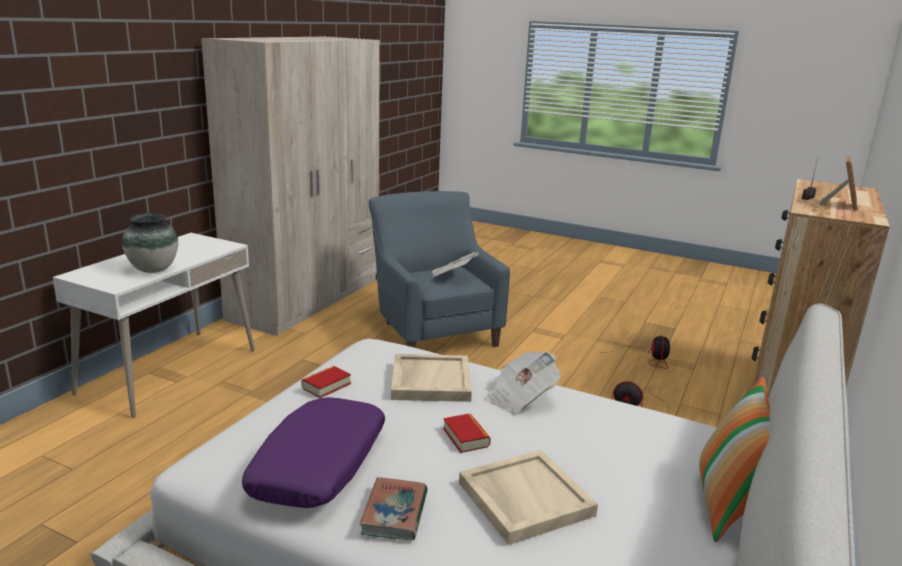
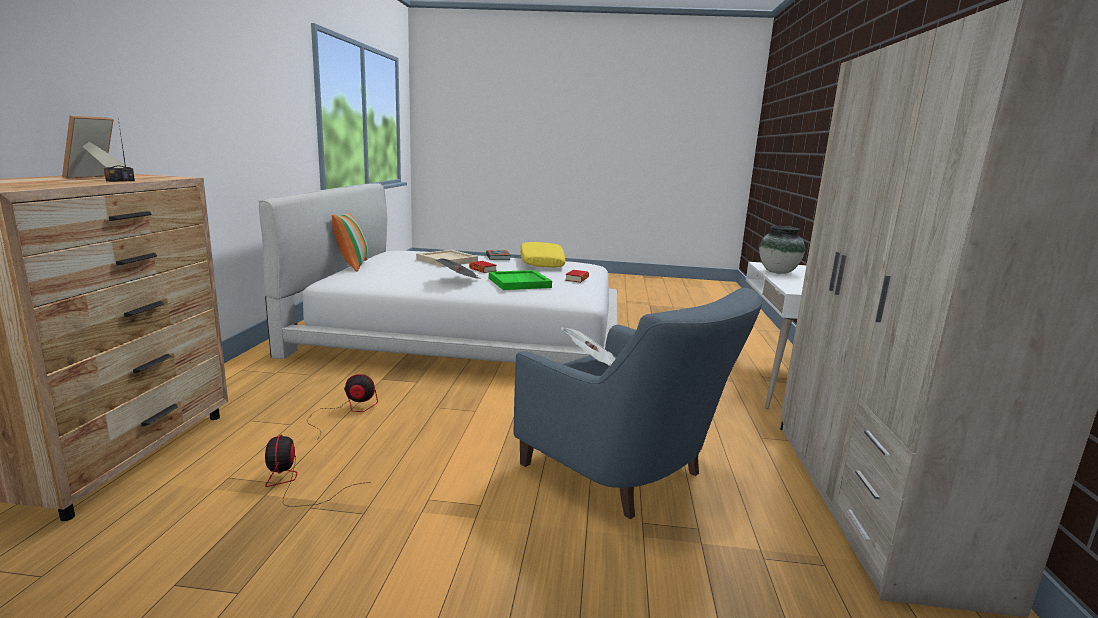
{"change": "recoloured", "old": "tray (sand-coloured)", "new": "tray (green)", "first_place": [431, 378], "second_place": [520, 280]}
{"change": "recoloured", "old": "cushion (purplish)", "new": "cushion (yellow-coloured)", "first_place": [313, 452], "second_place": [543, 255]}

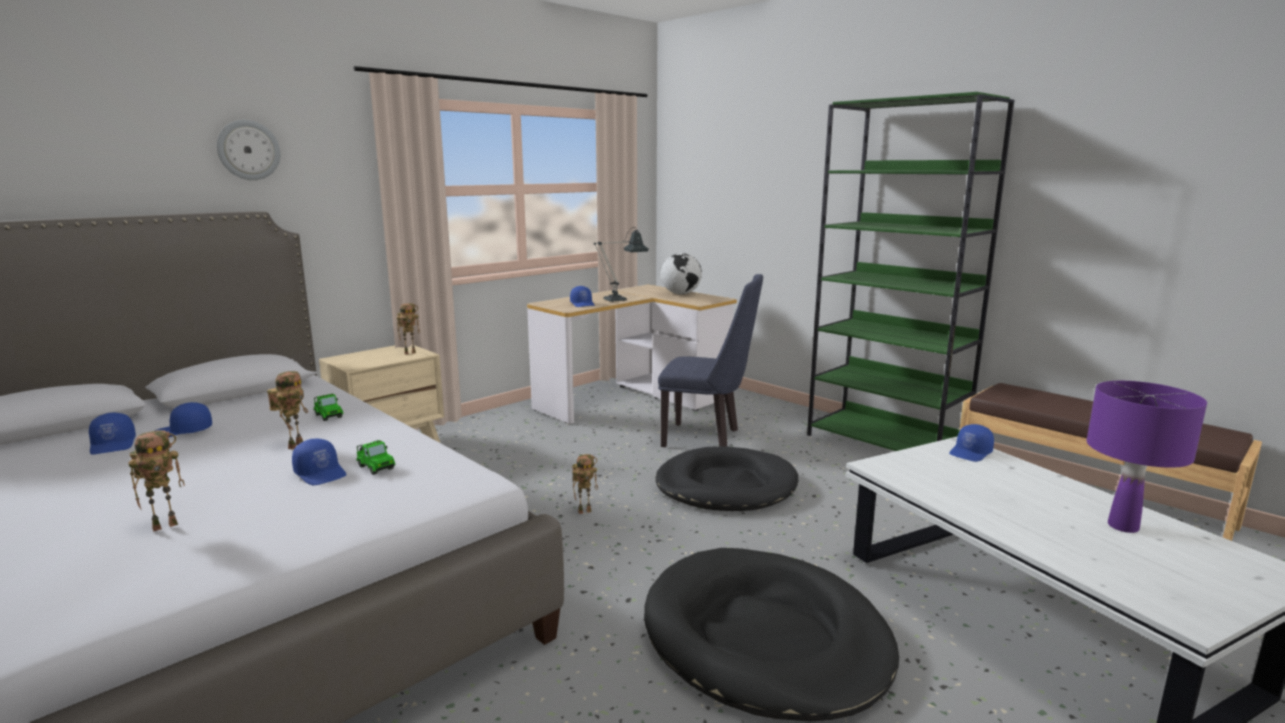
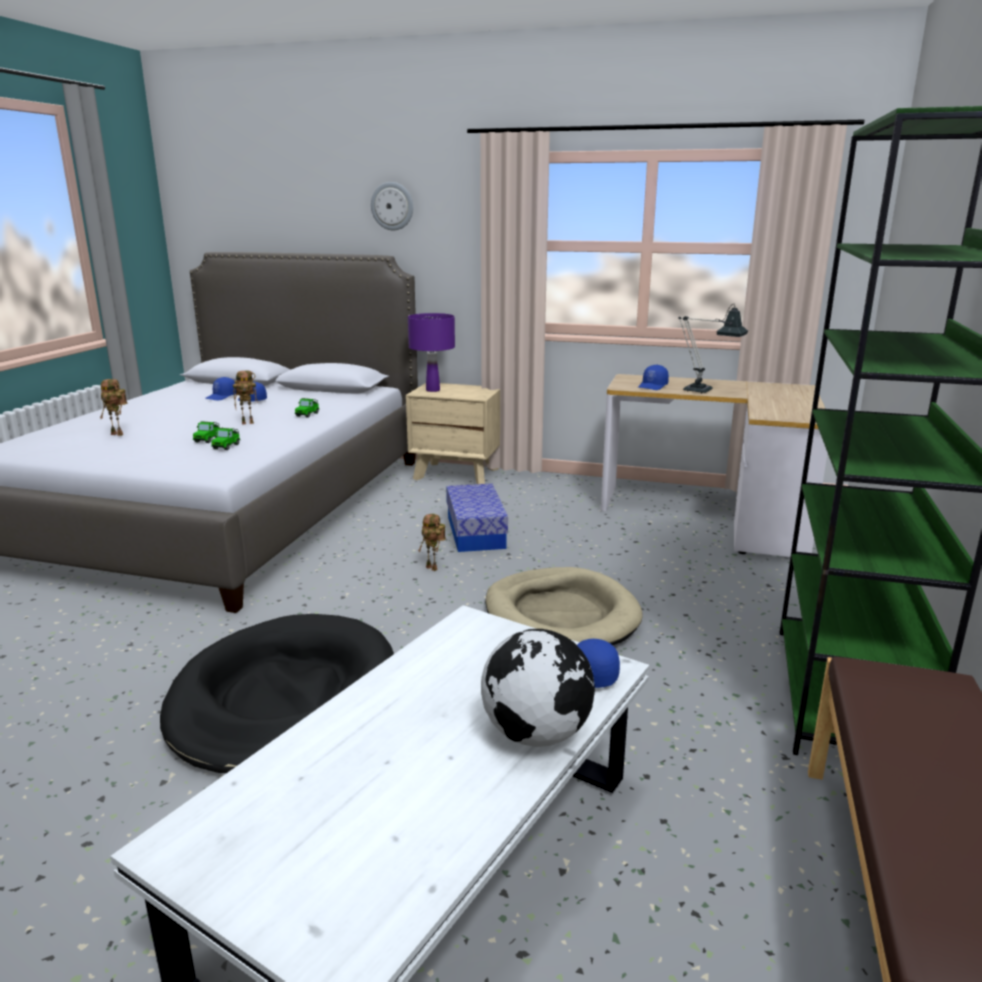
{"change": "moved", "old": "world globe", "first_place": [681, 274], "second_place": [538, 688]}
{"change": "removed", "old": "chair (blue)", "first_place": [710, 360]}
{"change": "removed", "old": "robot figure", "first_place": [408, 328]}
{"change": "moved", "old": "tabletop lamp (purplish)", "first_place": [1147, 457], "second_place": [431, 352]}
{"change": "replaced", "old": "cap (blue)", "new": "model car", "first_place": [319, 461], "second_place": [206, 432]}
{"change": "recoloured", "old": "pet bed (black)", "new": "pet bed (sand-coloured)", "first_place": [727, 478], "second_place": [563, 606]}
{"change": "added", "new": "storage box", "second_place": [477, 518]}

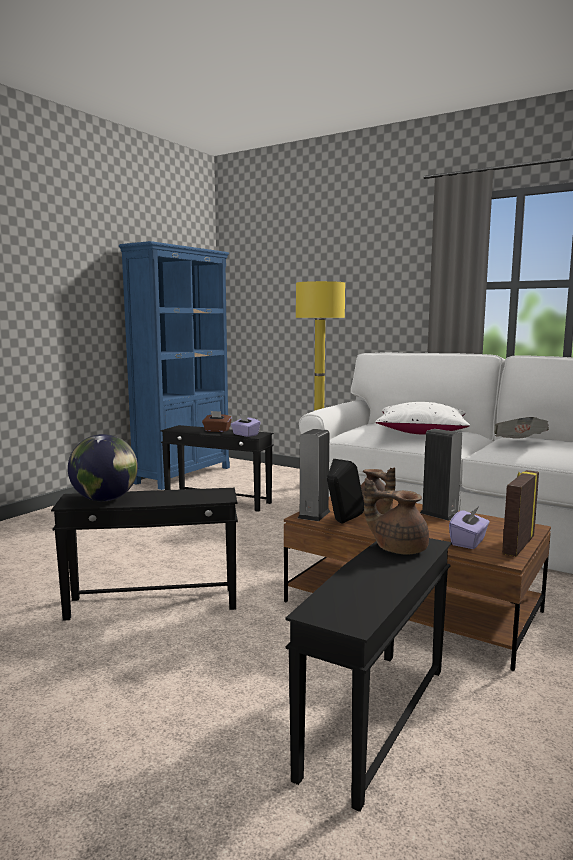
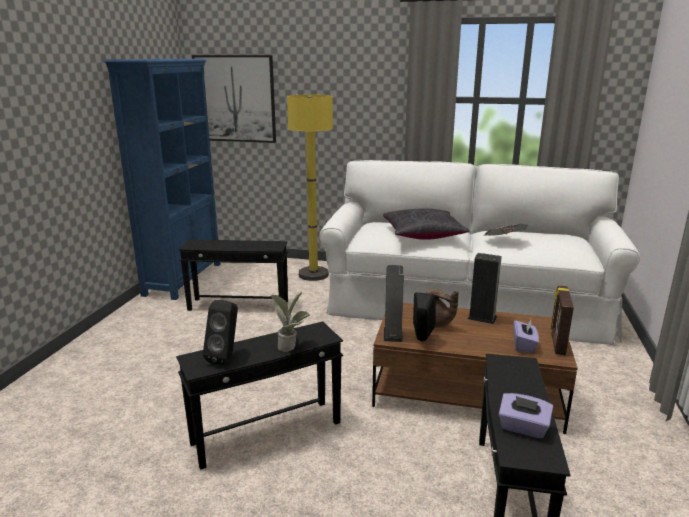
{"change": "recoloured", "old": "cushion (white-coloured)", "new": "cushion (black)", "first_place": [422, 418], "second_place": [426, 224]}
{"change": "removed", "old": "tissue box (brown-coloured)", "first_place": [217, 421]}
{"change": "moved", "old": "tissue box (purplish)", "first_place": [246, 425], "second_place": [526, 416]}
{"change": "replaced", "old": "world globe", "new": "loudspeaker (black)", "first_place": [103, 468], "second_place": [220, 332]}
{"change": "removed", "old": "teapot (brown-coloured)", "first_place": [396, 516]}
{"change": "added", "new": "picture", "second_place": [234, 99]}
{"change": "added", "new": "houseplant", "second_place": [290, 322]}

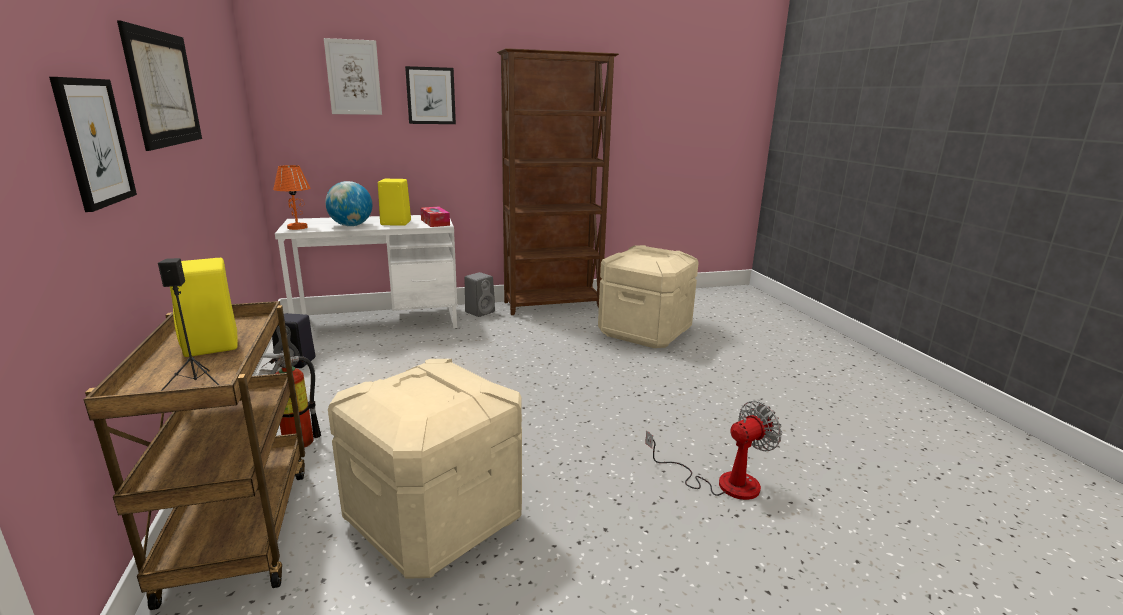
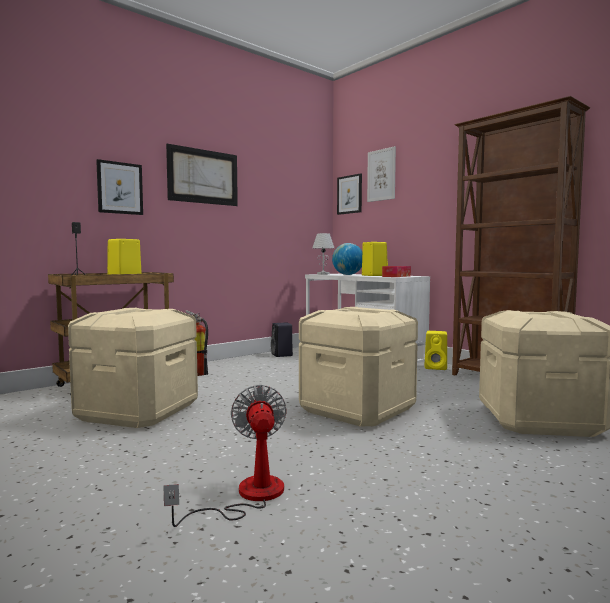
{"change": "moved", "old": "picture", "first_place": [430, 95], "second_place": [349, 194]}
{"change": "recoloured", "old": "tabletop lamp (orangey)", "new": "tabletop lamp (white-coloured)", "first_place": [291, 197], "second_place": [323, 253]}
{"change": "recoloured", "old": "loudspeaker (greyish)", "new": "loudspeaker (yellow-coloured)", "first_place": [479, 294], "second_place": [435, 350]}
{"change": "turned", "old": "fan", "first_place": [713, 450], "second_place": [225, 456], "degrees": -135}
{"change": "added", "new": "storage box (sand-coloured)", "second_place": [358, 367]}

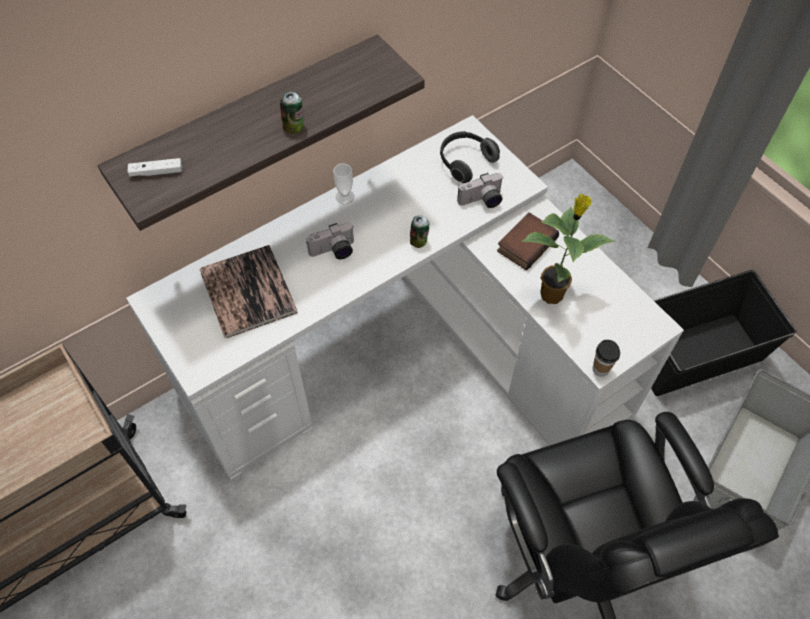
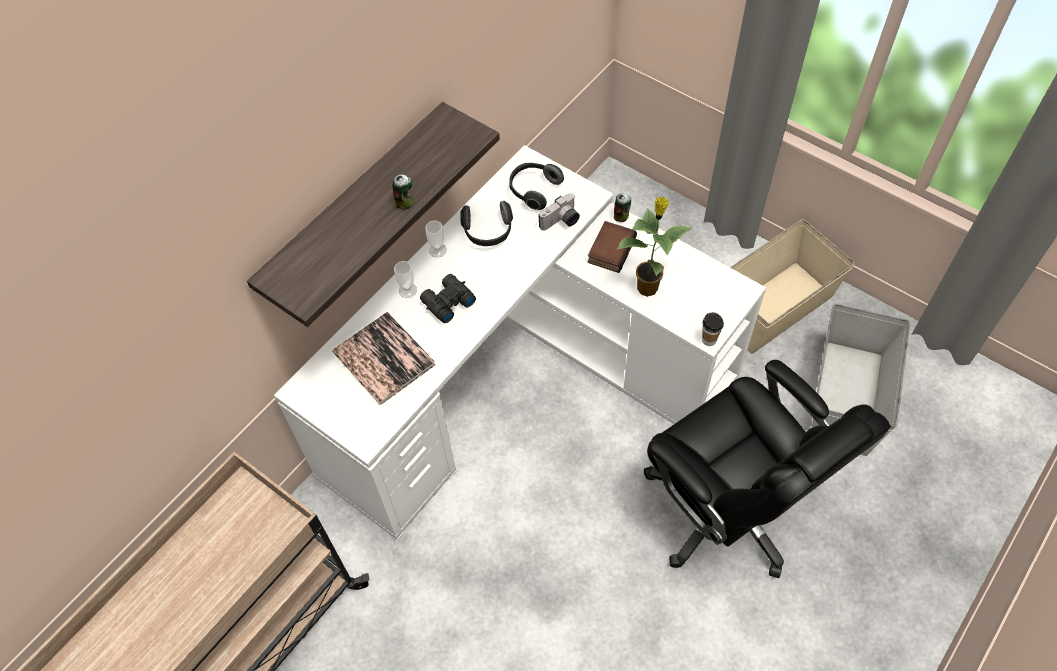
{"change": "removed", "old": "game controller (white-coloured)", "first_place": [155, 167]}
{"change": "moved", "old": "can", "first_place": [420, 231], "second_place": [622, 208]}
{"change": "replaced", "old": "still camera", "new": "binoculars (black)", "first_place": [330, 241], "second_place": [448, 298]}
{"change": "recoloured", "old": "storage box (black)", "new": "storage box (sand-coloured)", "first_place": [724, 333], "second_place": [792, 286]}
{"change": "added", "new": "pair of headphones", "second_place": [486, 223]}
{"change": "added", "new": "cup", "second_place": [405, 279]}

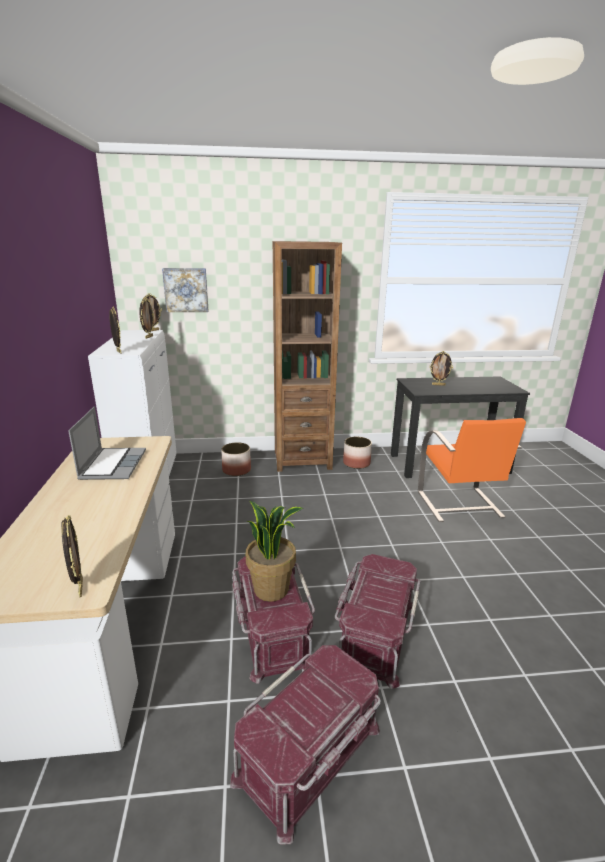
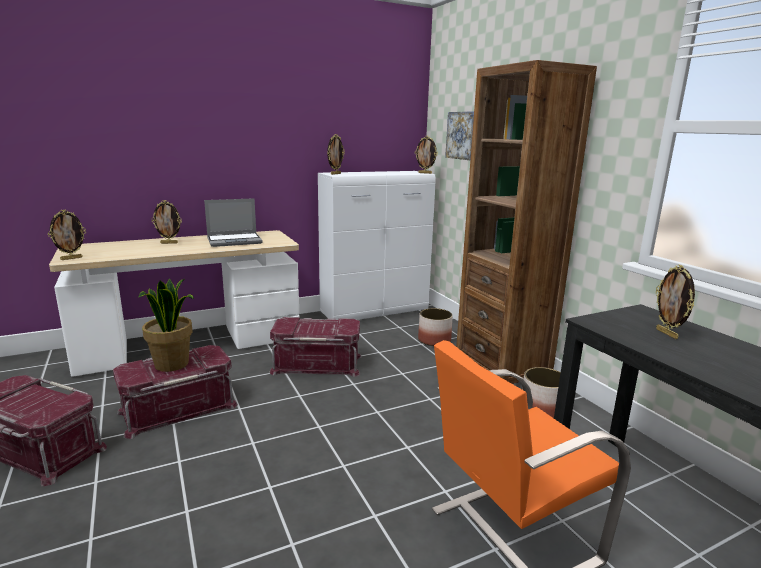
{"change": "moved", "old": "photo frame", "first_place": [146, 318], "second_place": [166, 222]}
{"change": "moved", "old": "storage box (red-coloured)", "first_place": [377, 621], "second_place": [315, 347]}

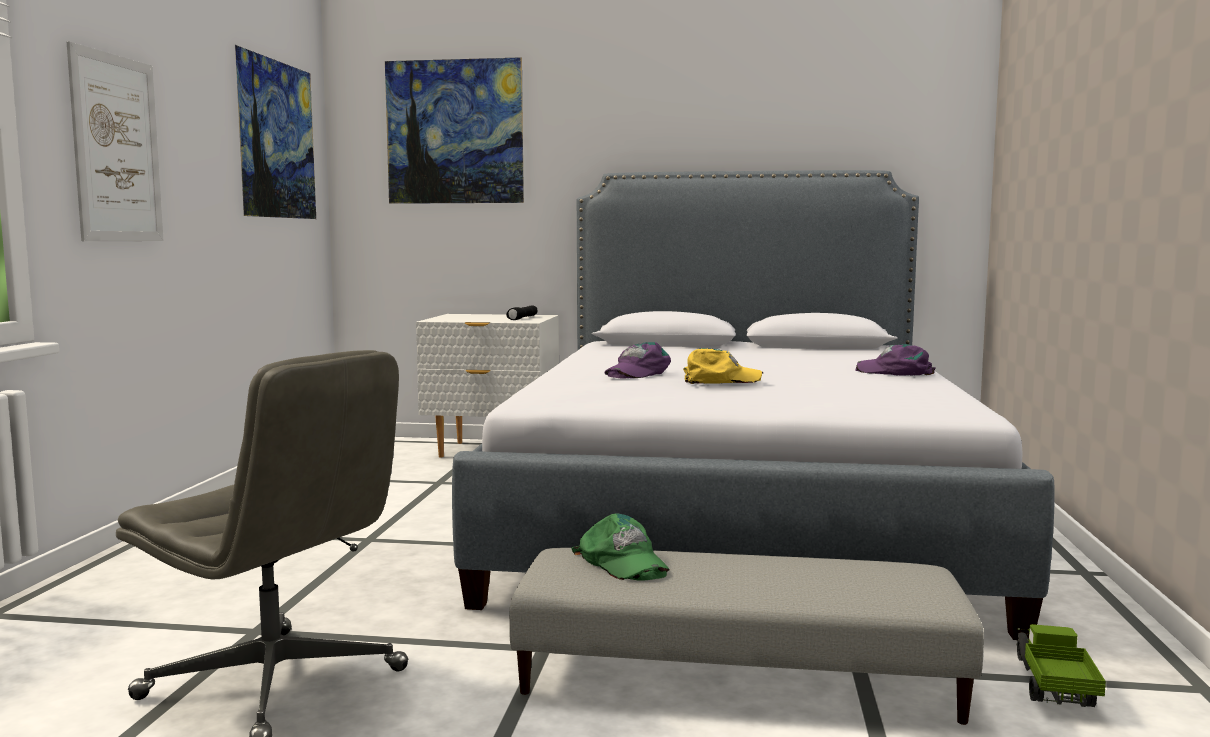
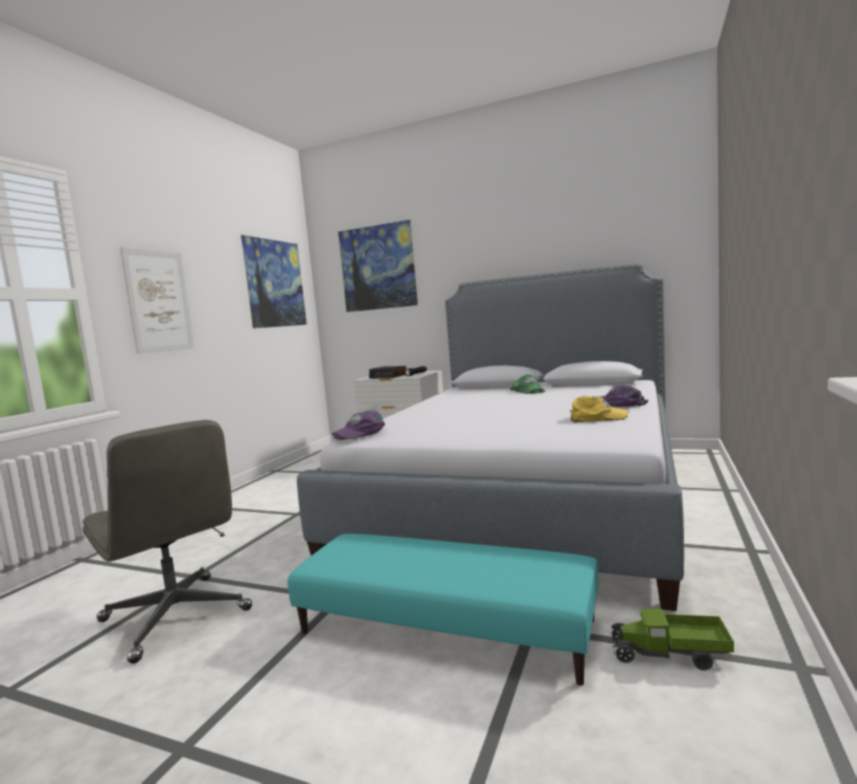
{"change": "moved", "old": "cap (purplish)", "first_place": [637, 360], "second_place": [358, 425]}
{"change": "moved", "old": "cap (yellow-coloured)", "first_place": [723, 366], "second_place": [599, 409]}
{"change": "moved", "old": "cap (green)", "first_place": [620, 547], "second_place": [527, 384]}
{"change": "recoloured", "old": "pouffe (greyish)", "new": "pouffe (turquoise)", "first_place": [746, 636], "second_place": [443, 610]}
{"change": "turned", "old": "toy lorry", "first_place": [1061, 665], "second_place": [672, 639], "degrees": -105}
{"change": "added", "new": "table clock", "second_place": [387, 372]}

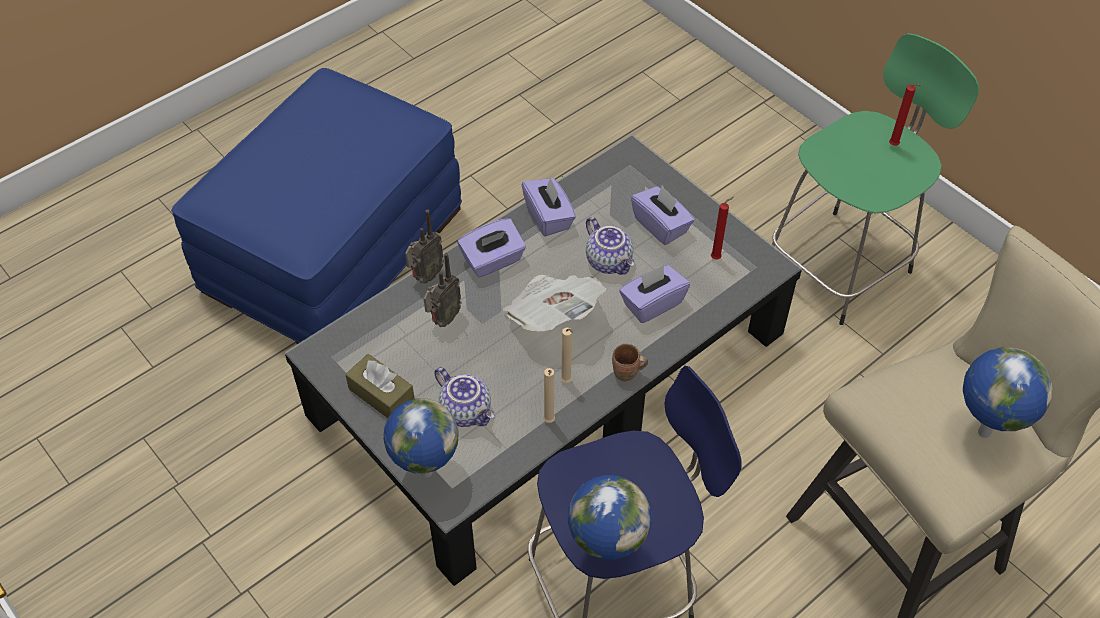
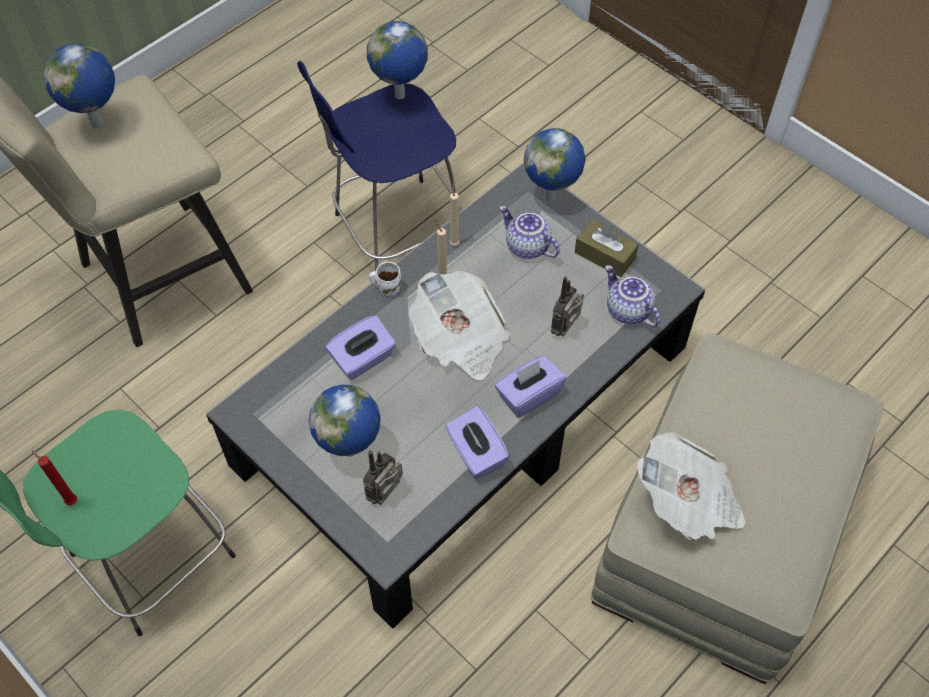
{"change": "recoloured", "old": "pouffe (blue)", "new": "pouffe (sand-coloured)", "first_place": [316, 206], "second_place": [737, 508]}
{"change": "replaced", "old": "tissue box (purplish)", "new": "world globe", "first_place": [663, 215], "second_place": [345, 421]}
{"change": "removed", "old": "wax candle (red-coloured)", "first_place": [722, 228]}
{"change": "moved", "old": "radio set", "first_place": [424, 246], "second_place": [383, 477]}
{"change": "moved", "old": "teapot", "first_place": [610, 246], "second_place": [632, 296]}
{"change": "recoloured", "old": "tea mug (brown-coloured)", "new": "tea mug (white-coloured)", "first_place": [630, 363], "second_place": [384, 280]}
{"change": "added", "new": "daily paper", "second_place": [691, 486]}

